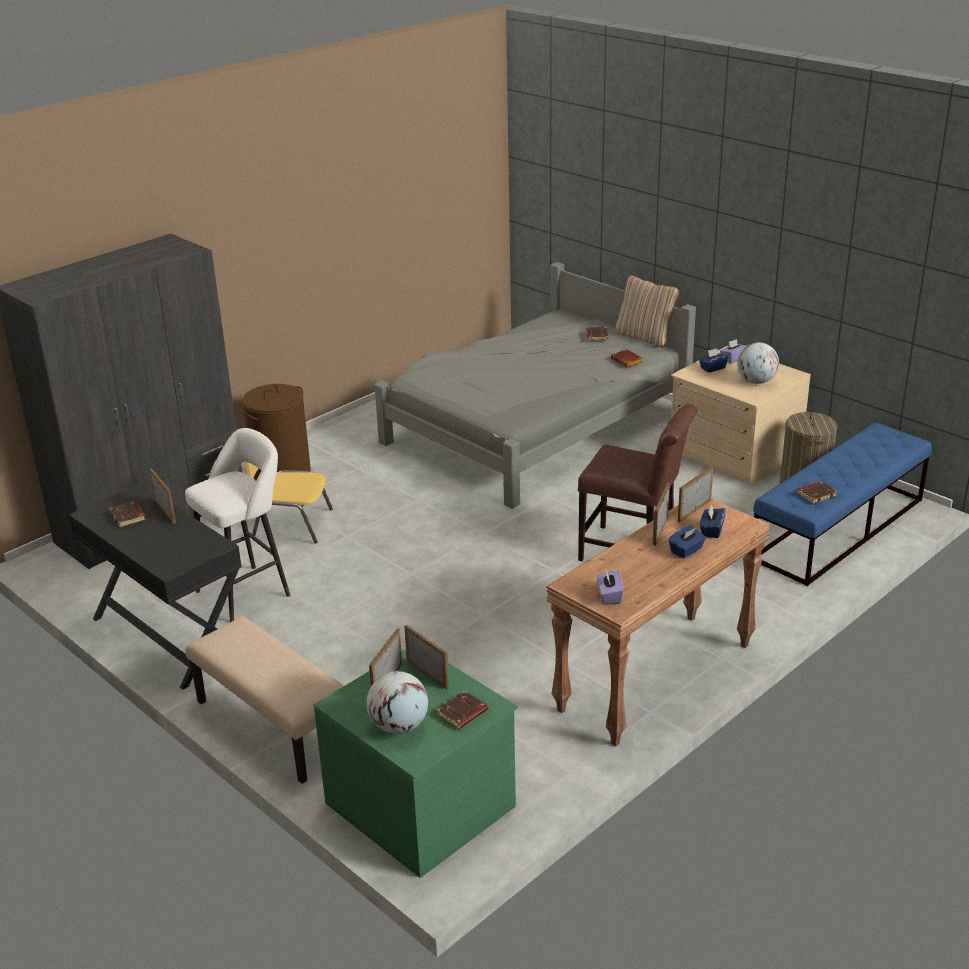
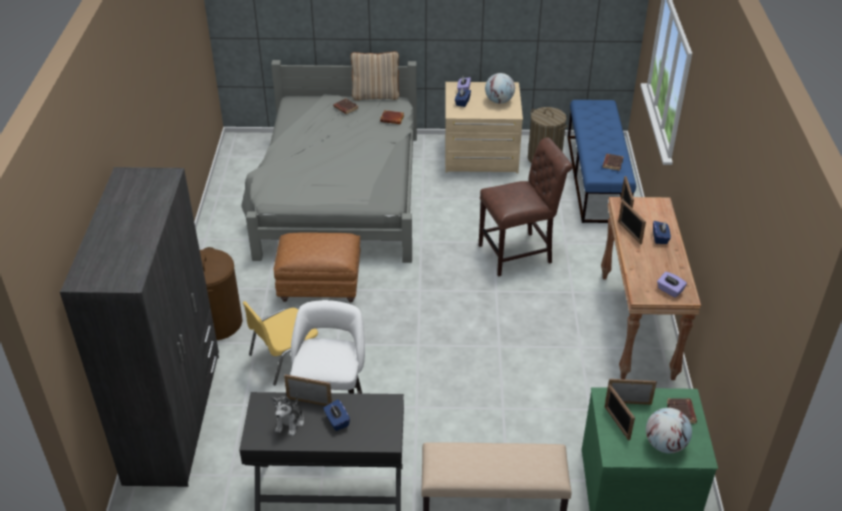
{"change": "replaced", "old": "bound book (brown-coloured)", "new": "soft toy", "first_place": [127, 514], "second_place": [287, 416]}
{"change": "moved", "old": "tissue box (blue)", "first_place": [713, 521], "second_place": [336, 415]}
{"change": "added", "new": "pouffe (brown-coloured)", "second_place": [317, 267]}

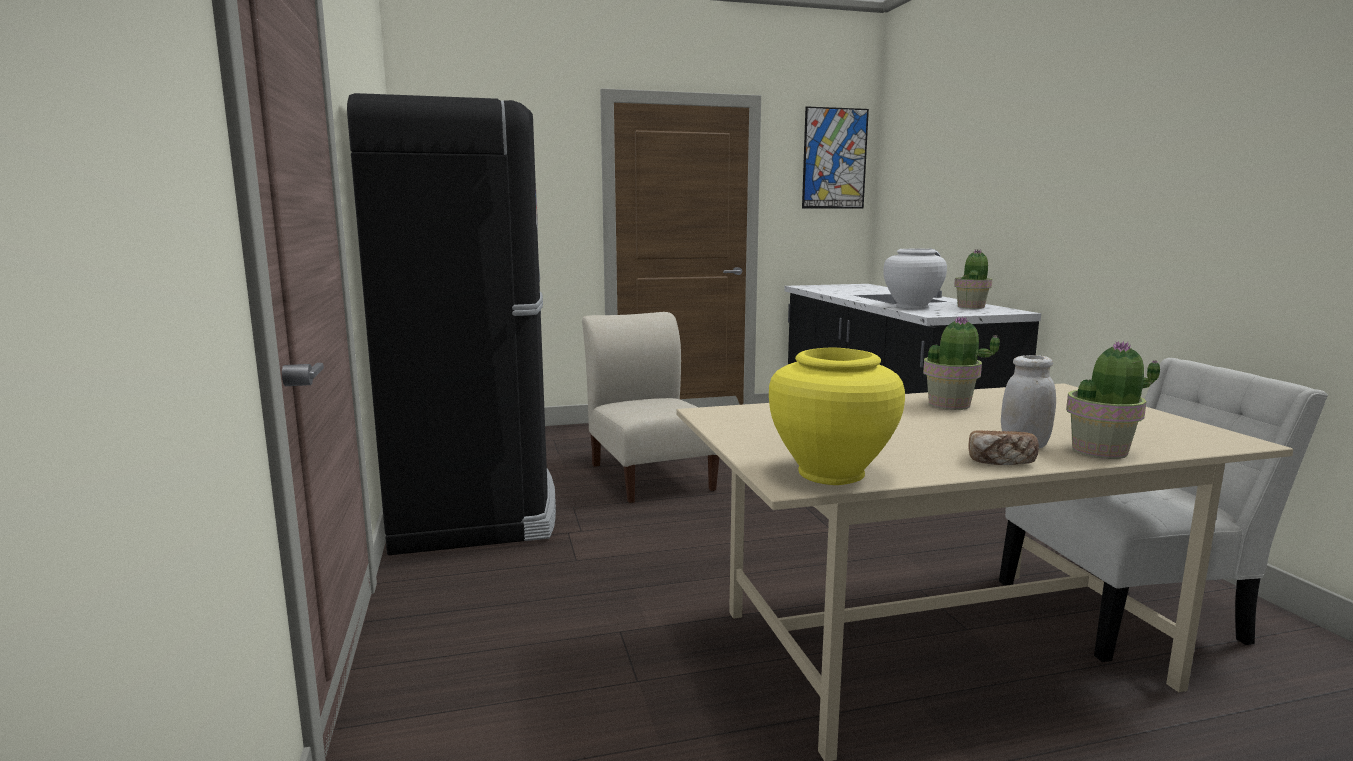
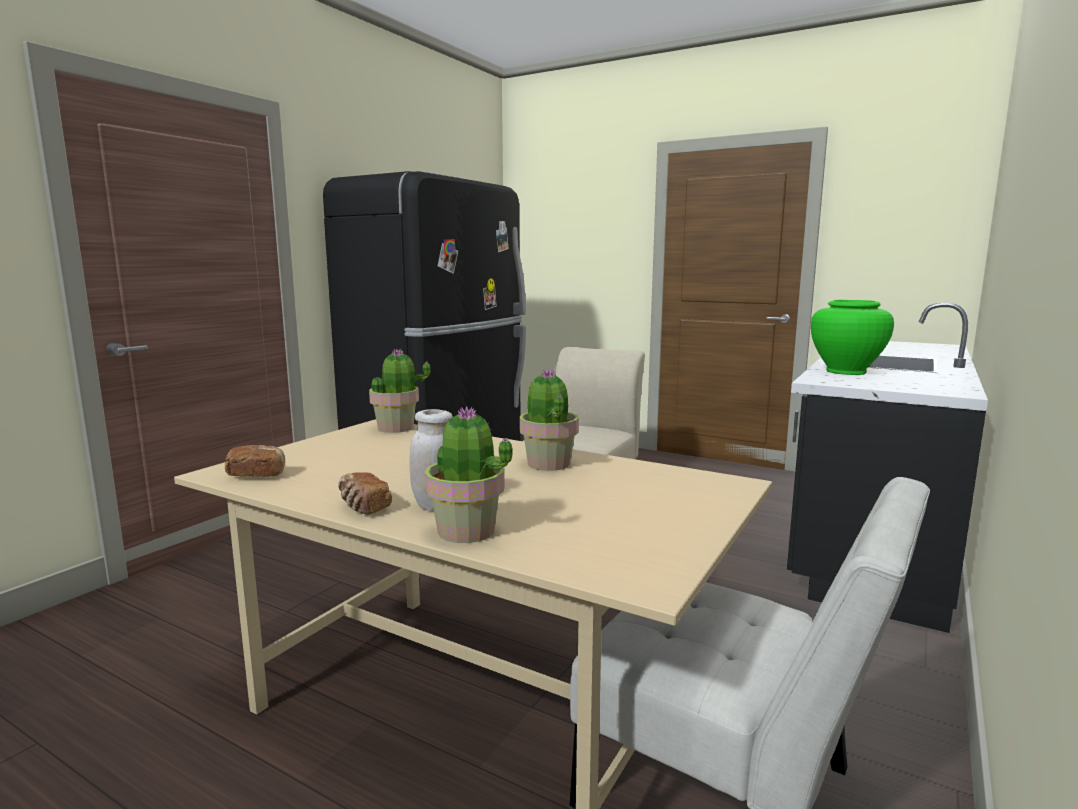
{"change": "removed", "old": "picture", "first_place": [835, 157]}
{"change": "recoloured", "old": "decorative vase (white-coloured)", "new": "decorative vase (green)", "first_place": [915, 278], "second_place": [852, 337]}
{"change": "moved", "old": "houseplant", "first_place": [973, 279], "second_place": [400, 391]}
{"change": "replaced", "old": "decorative vase (yellow-coloured)", "new": "bakery bread", "first_place": [837, 416], "second_place": [255, 461]}

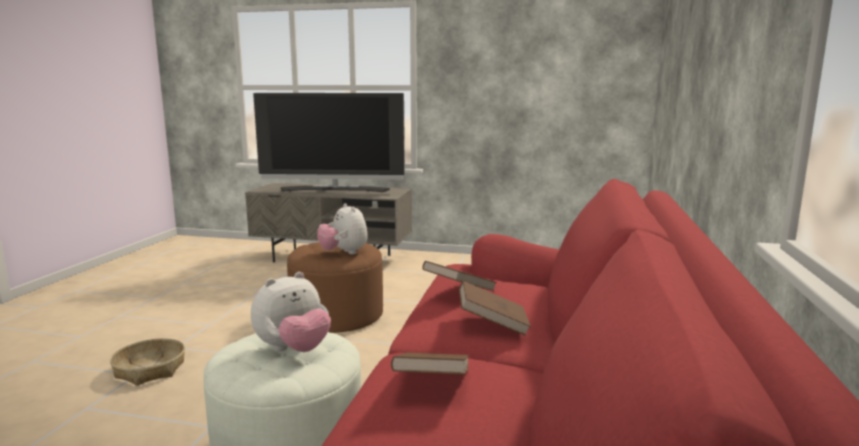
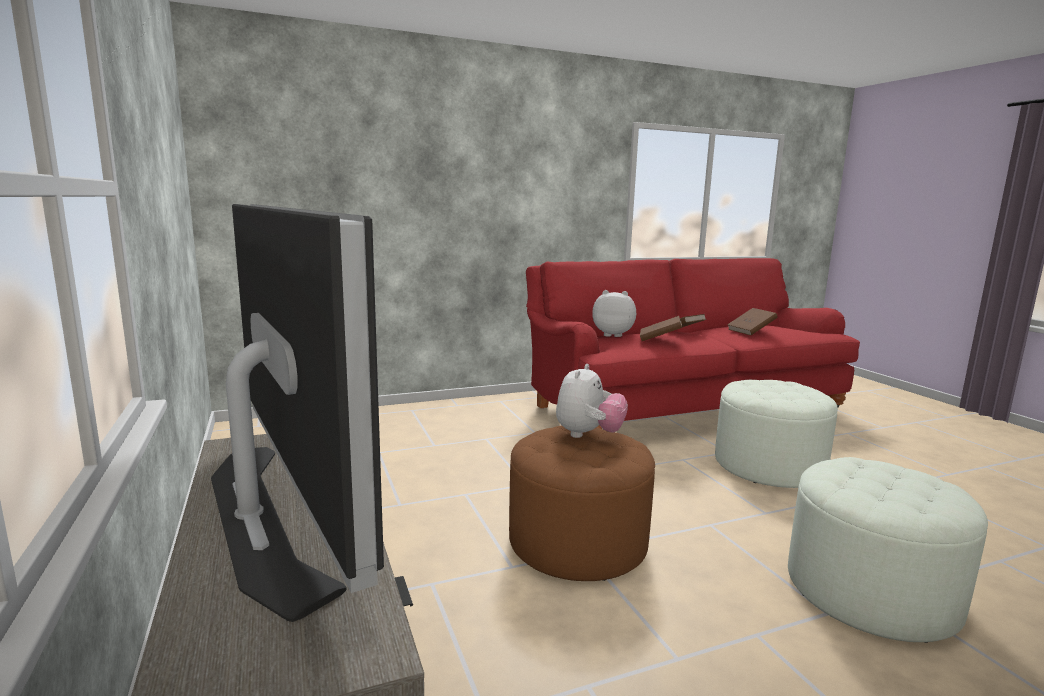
{"change": "moved", "old": "soft toy", "first_place": [291, 312], "second_place": [614, 313]}
{"change": "replaced", "old": "household basket", "new": "pouffe (white-coloured)", "first_place": [147, 362], "second_place": [888, 550]}

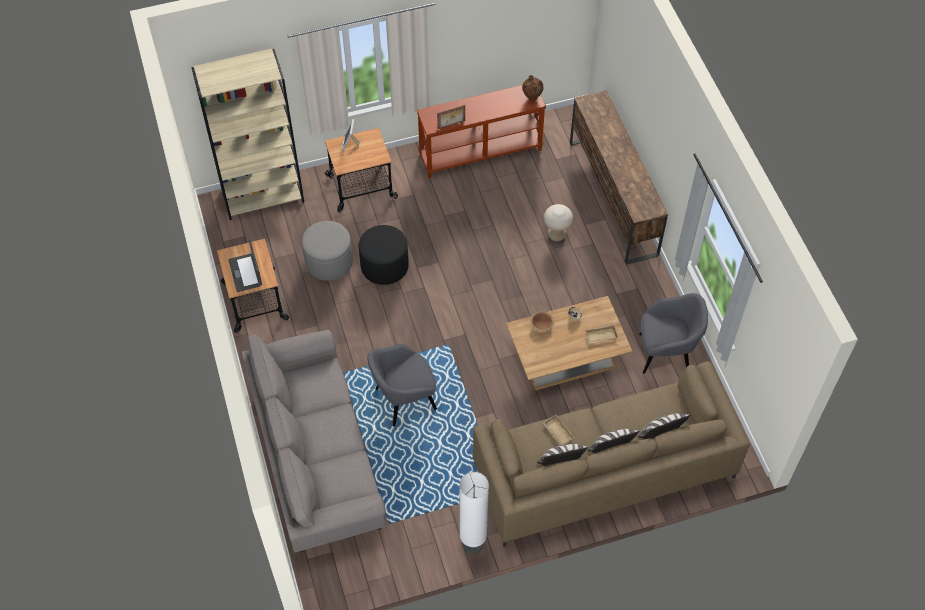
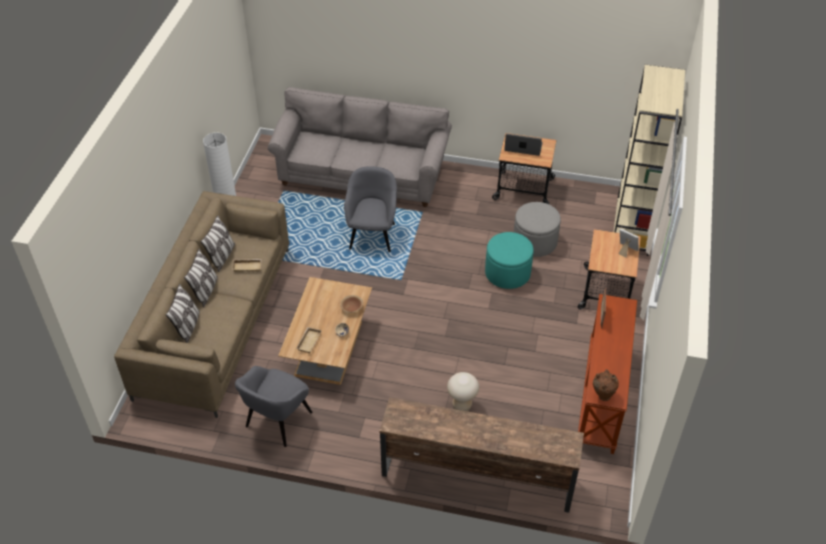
{"change": "recoloured", "old": "pouffe (black)", "new": "pouffe (turquoise)", "first_place": [384, 255], "second_place": [509, 260]}

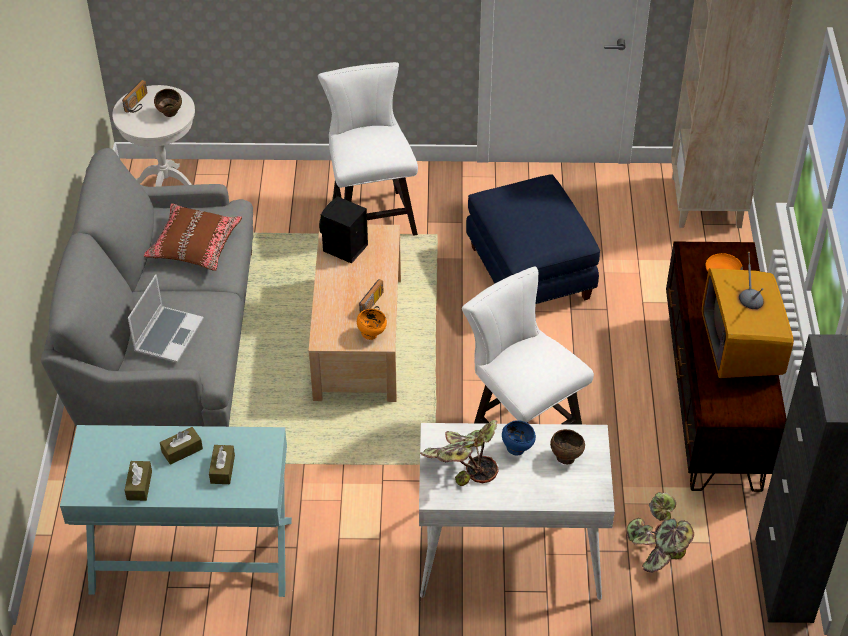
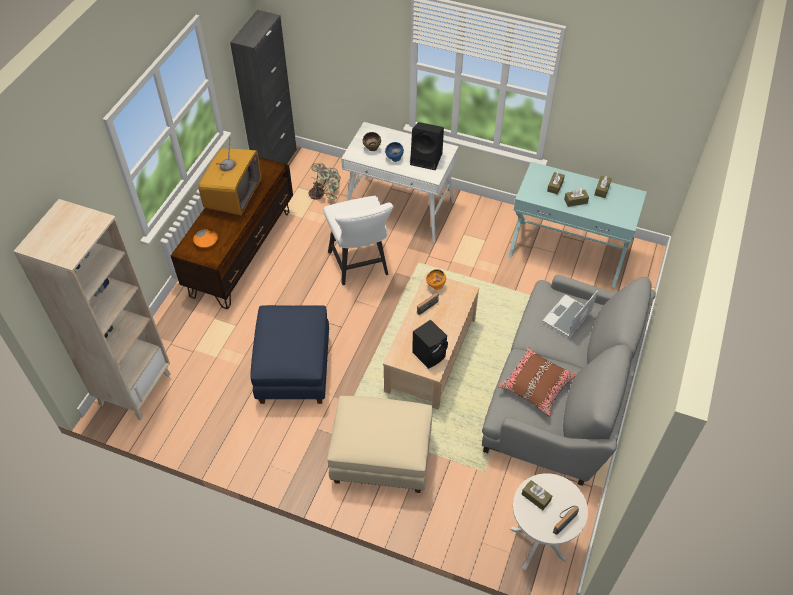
{"change": "replaced", "old": "chair (white-coloured)", "new": "pouffe (sand-coloured)", "first_place": [368, 149], "second_place": [380, 444]}
{"change": "replaced", "old": "deep dish (brown-coloured)", "new": "tissue box (brown-coloured)", "first_place": [168, 103], "second_place": [537, 495]}
{"change": "replaced", "old": "houseplant", "new": "loudspeaker (black)", "first_place": [459, 453], "second_place": [427, 146]}

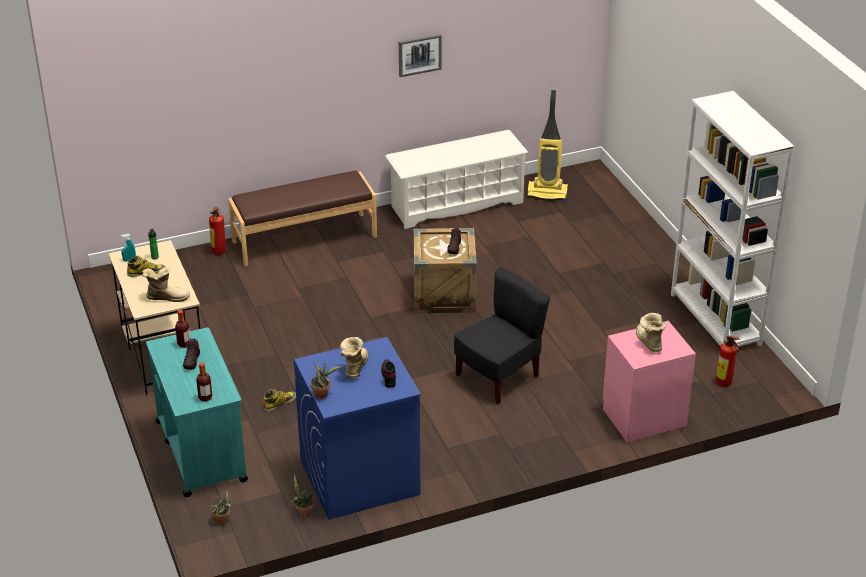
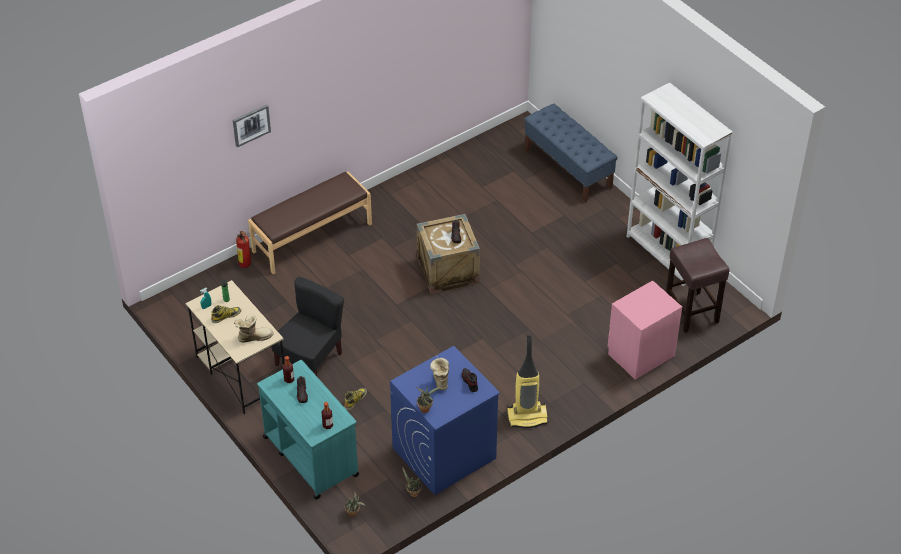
{"change": "moved", "old": "picture", "first_place": [420, 55], "second_place": [252, 125]}
{"change": "moved", "old": "vacuum", "first_place": [547, 145], "second_place": [528, 381]}
{"change": "removed", "old": "shoe shelf (white-coloured)", "first_place": [456, 179]}
{"change": "moved", "old": "chair (black)", "first_place": [502, 336], "second_place": [307, 326]}
{"change": "removed", "old": "boot", "first_place": [651, 332]}
{"change": "replaced", "old": "extinguisher", "new": "stool seat (brown-coloured)", "first_place": [728, 361], "second_place": [698, 285]}
{"change": "added", "new": "bench (blue)", "second_place": [571, 153]}

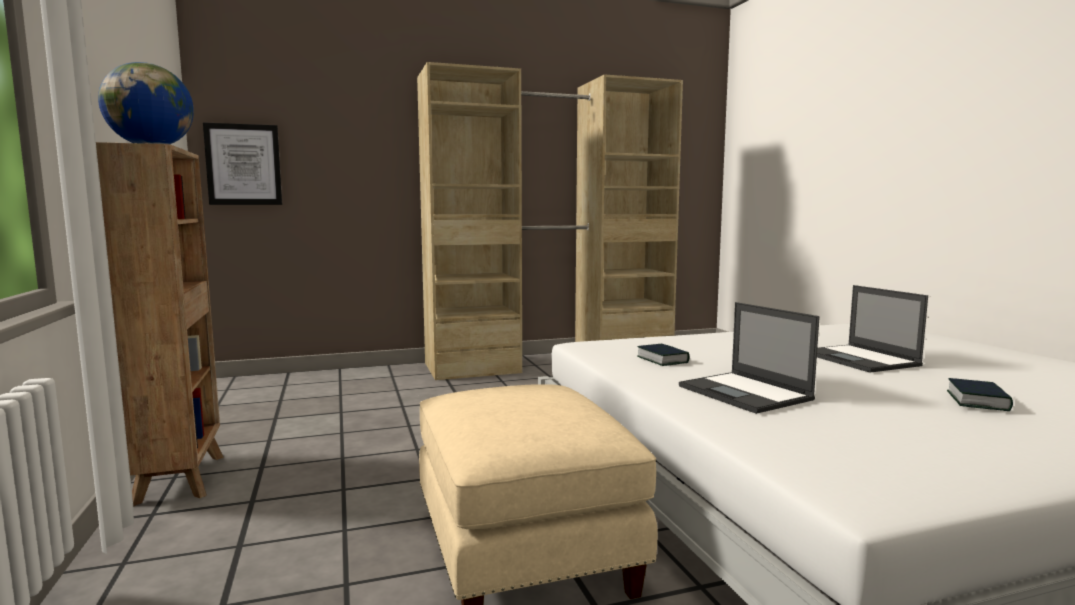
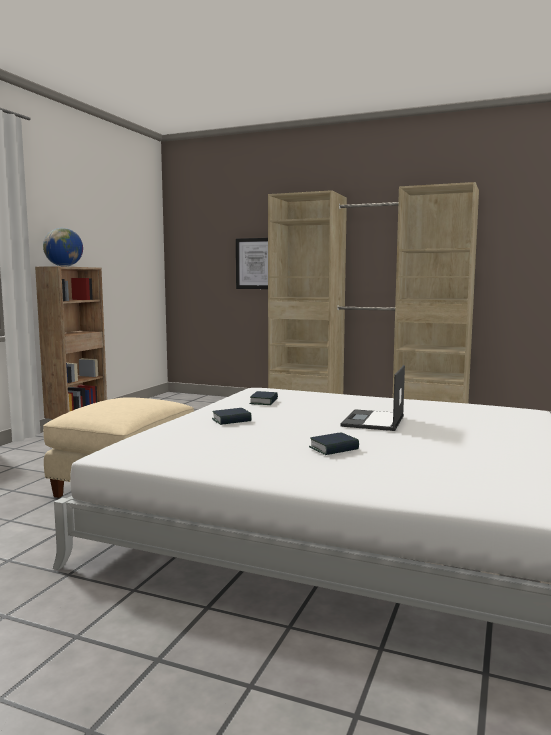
{"change": "moved", "old": "picture", "first_place": [242, 163], "second_place": [252, 263]}
{"change": "replaced", "old": "notebook computer", "new": "bound book", "first_place": [749, 358], "second_place": [232, 416]}

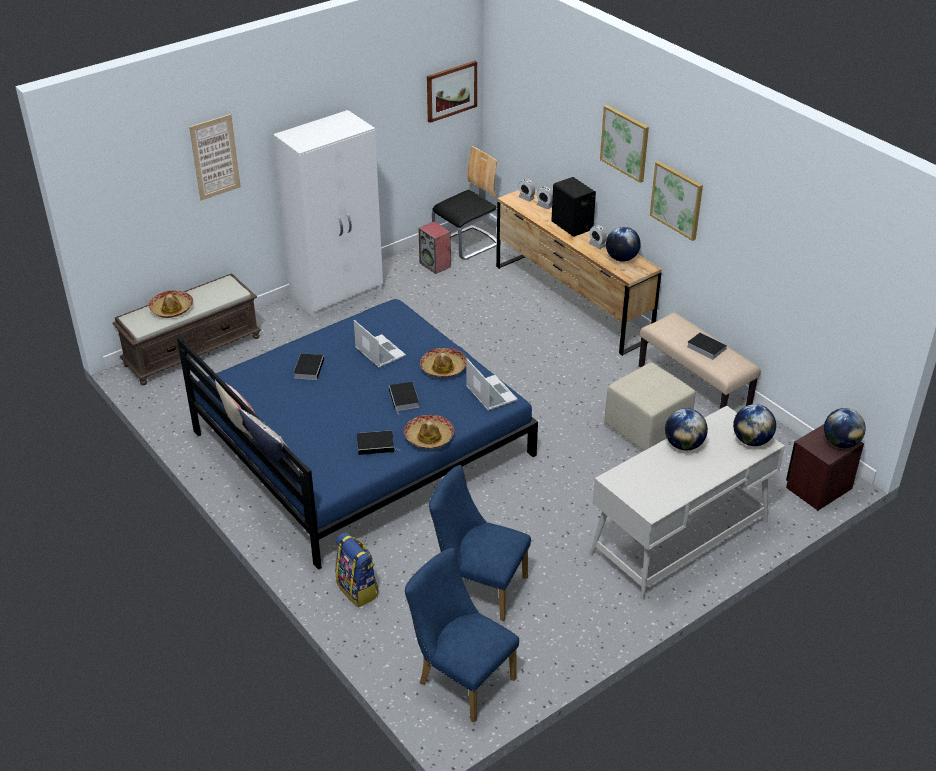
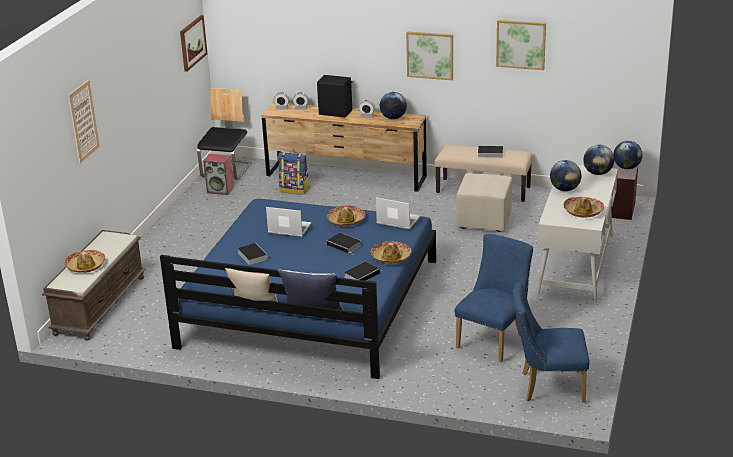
{"change": "moved", "old": "picture", "first_place": [624, 144], "second_place": [521, 45]}
{"change": "removed", "old": "armoire (white-coloured)", "first_place": [328, 214]}
{"change": "turned", "old": "chair (blue)", "first_place": [480, 543], "second_place": [494, 298], "degrees": 135}
{"change": "moved", "old": "rucksack", "first_place": [357, 569], "second_place": [294, 173]}
{"change": "added", "new": "hat", "second_place": [584, 207]}

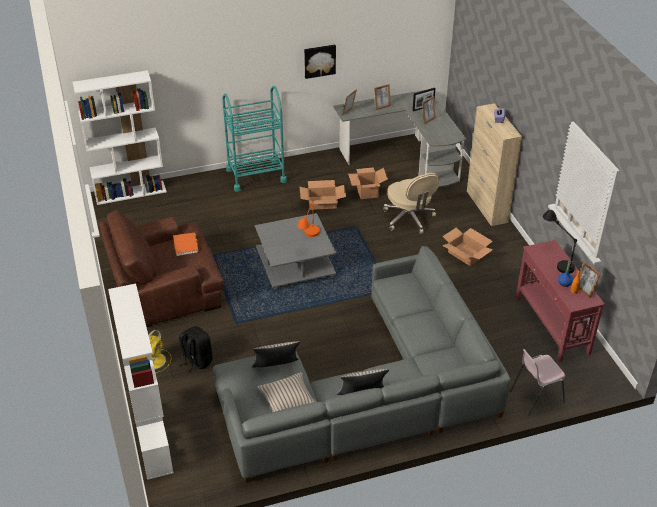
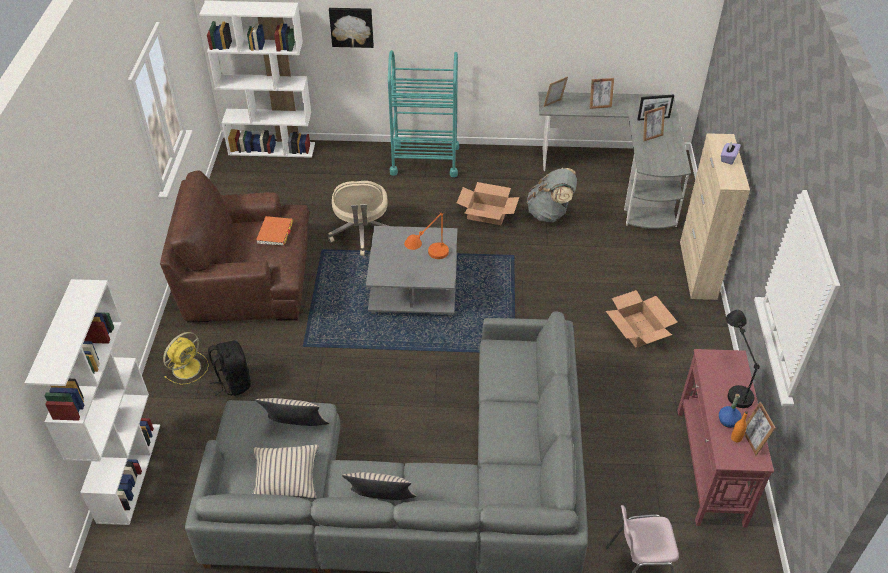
{"change": "moved", "old": "picture", "first_place": [320, 62], "second_place": [351, 28]}
{"change": "replaced", "old": "packing box", "new": "rucksack (greyish)", "first_place": [368, 183], "second_place": [552, 195]}
{"change": "moved", "old": "office chair (sand-coloured)", "first_place": [411, 203], "second_place": [358, 218]}

